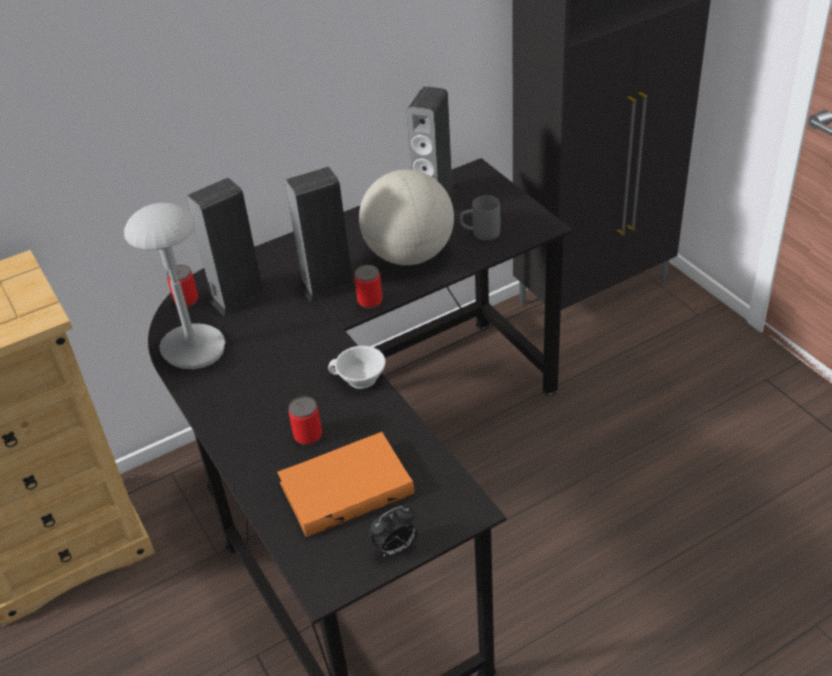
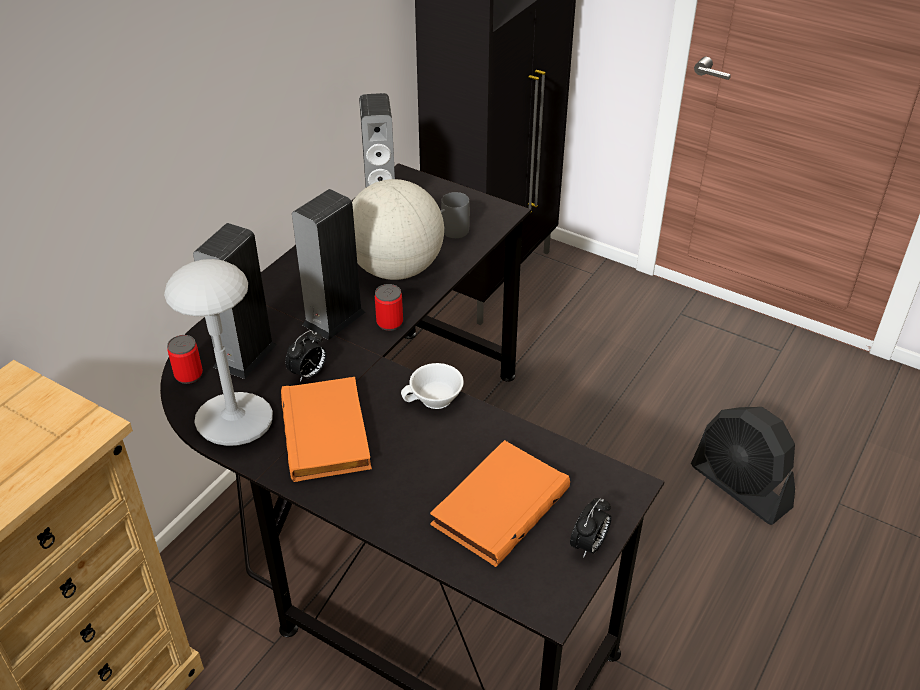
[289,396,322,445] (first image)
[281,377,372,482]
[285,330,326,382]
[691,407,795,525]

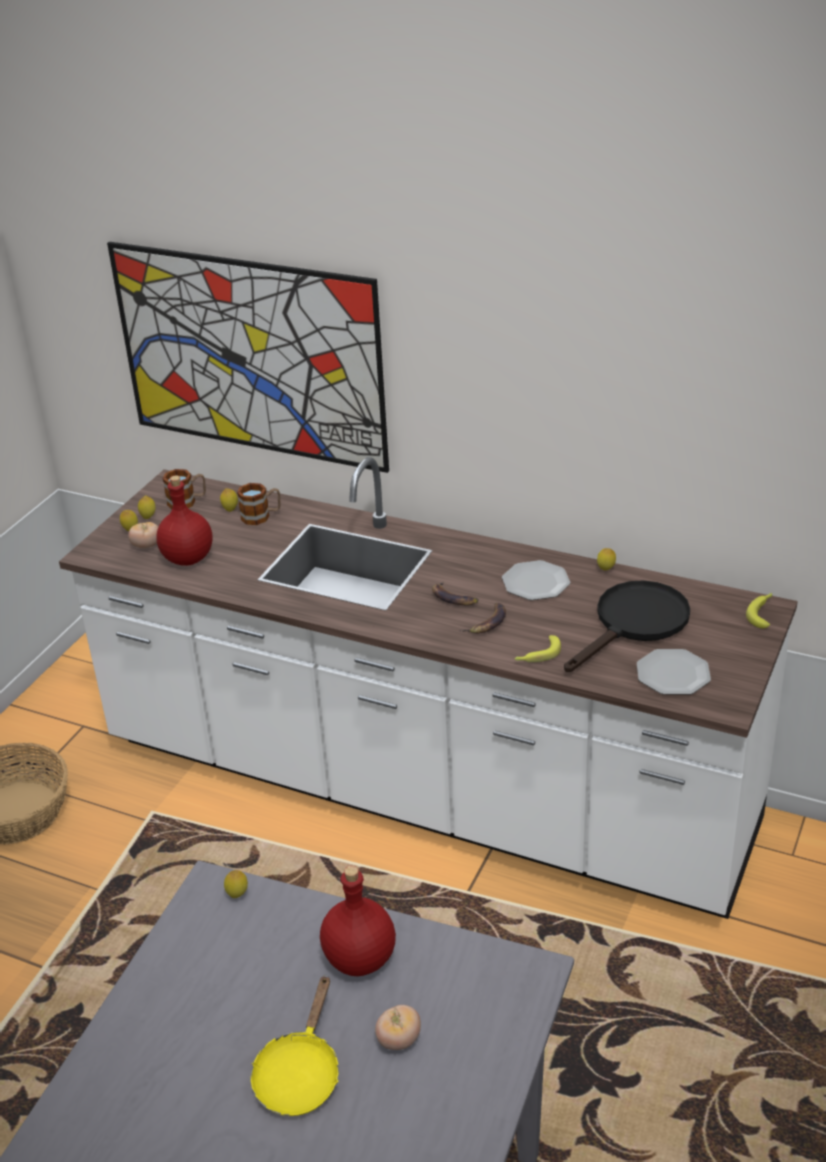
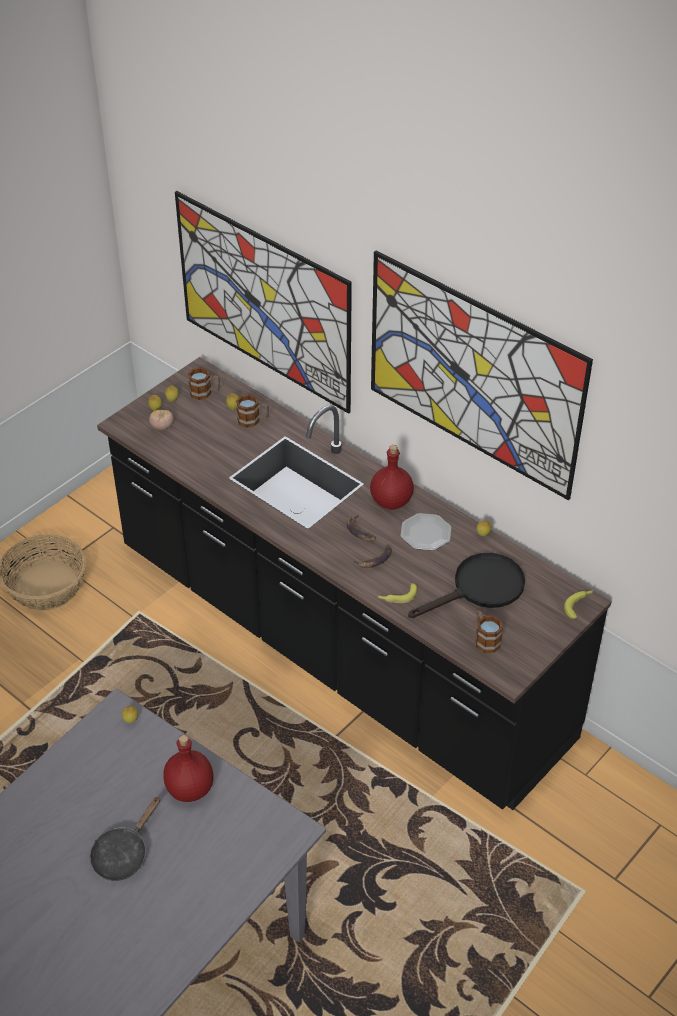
[375,1005,421,1050] (first image)
[371,251,593,500]
[370,445,414,510]
[475,610,503,653]
[97,357,612,810]
[90,796,160,881]

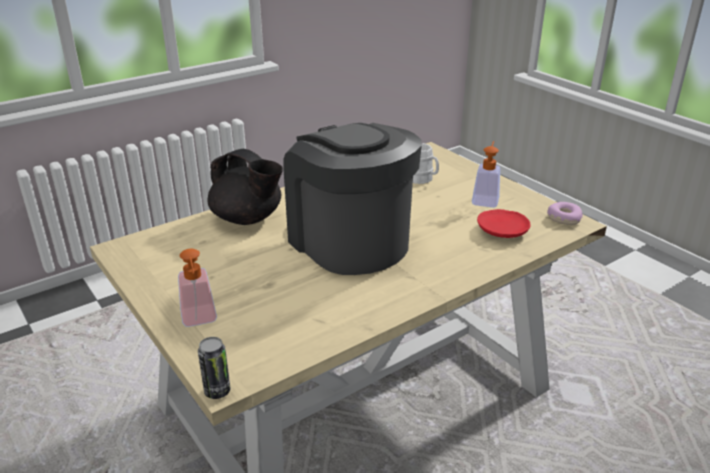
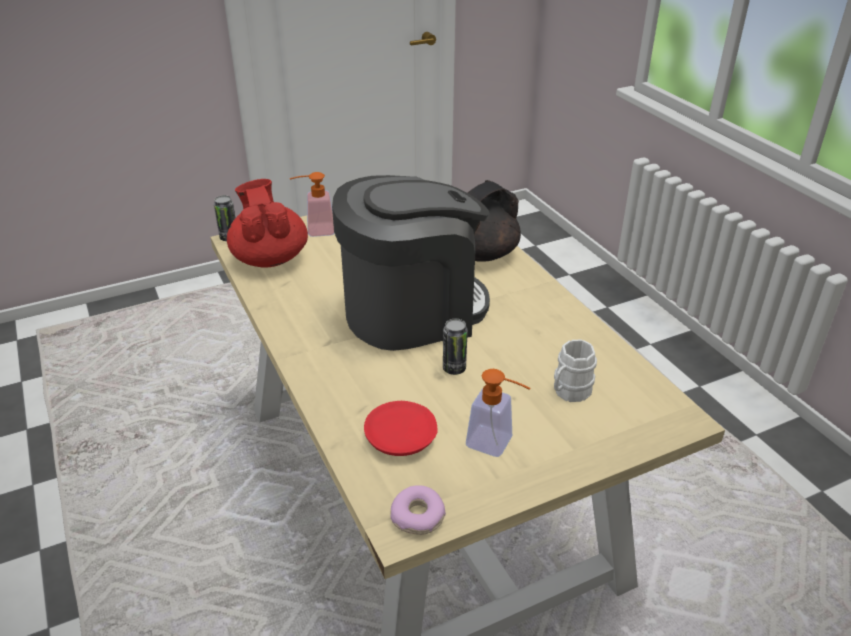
[227,179,308,268]
[443,319,468,375]

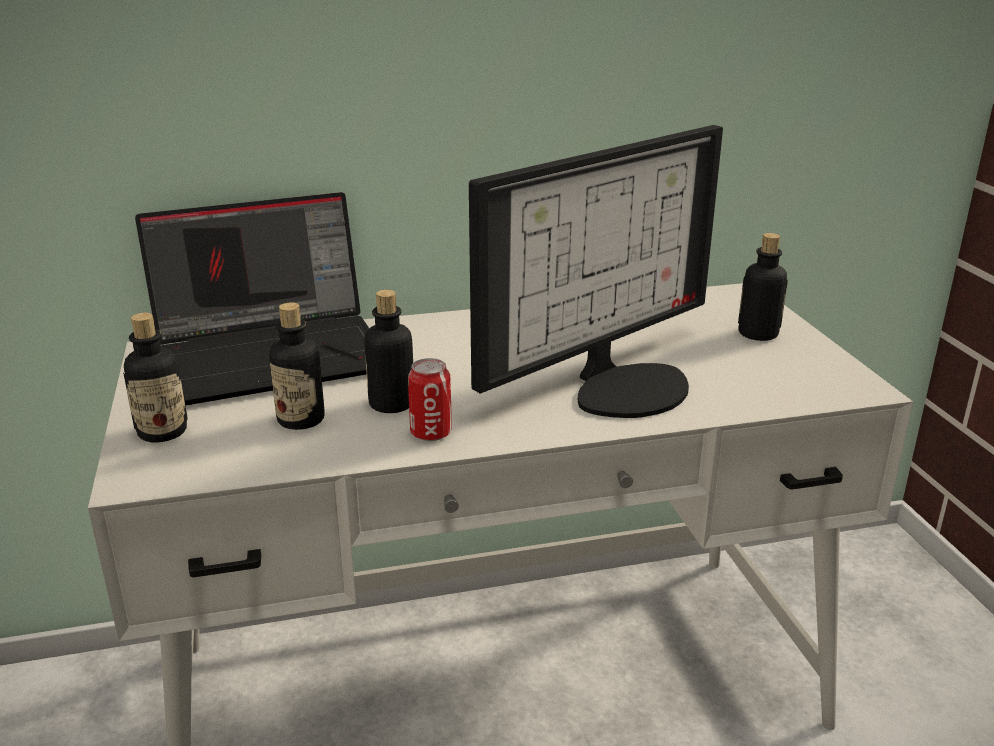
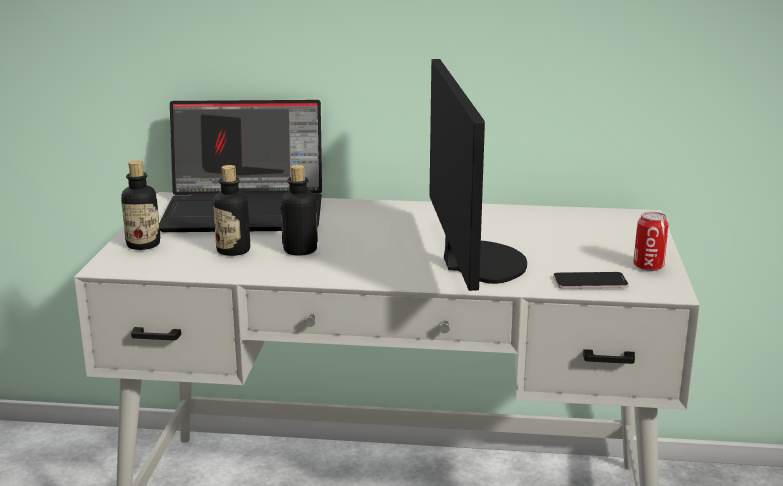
[738,233,788,341] (first image)
[553,272,629,289]
[634,212,668,271]
[429,59,527,291]

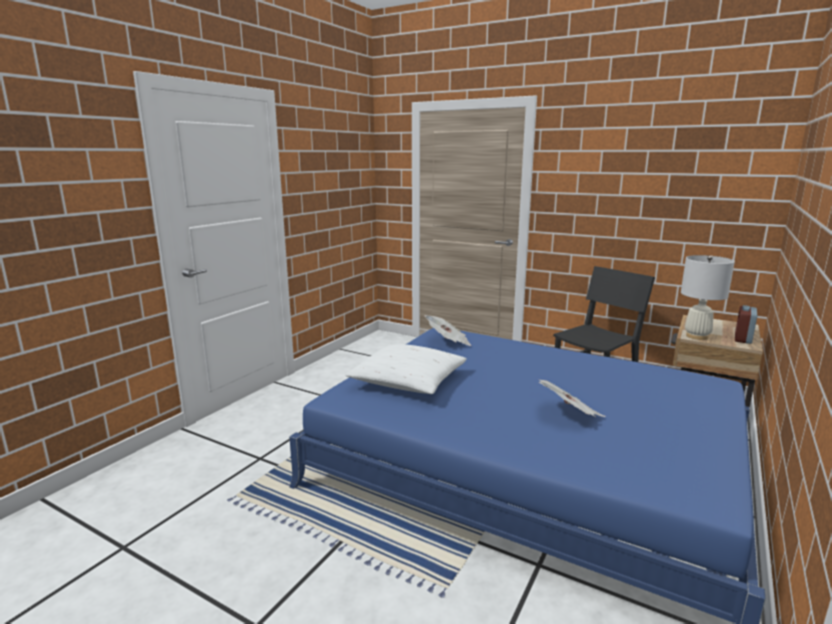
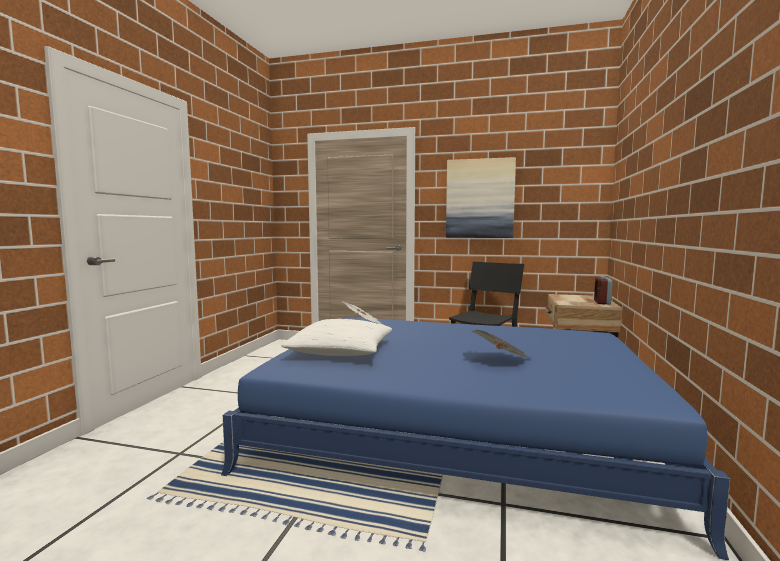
[681,255,735,340] (first image)
[446,157,516,238]

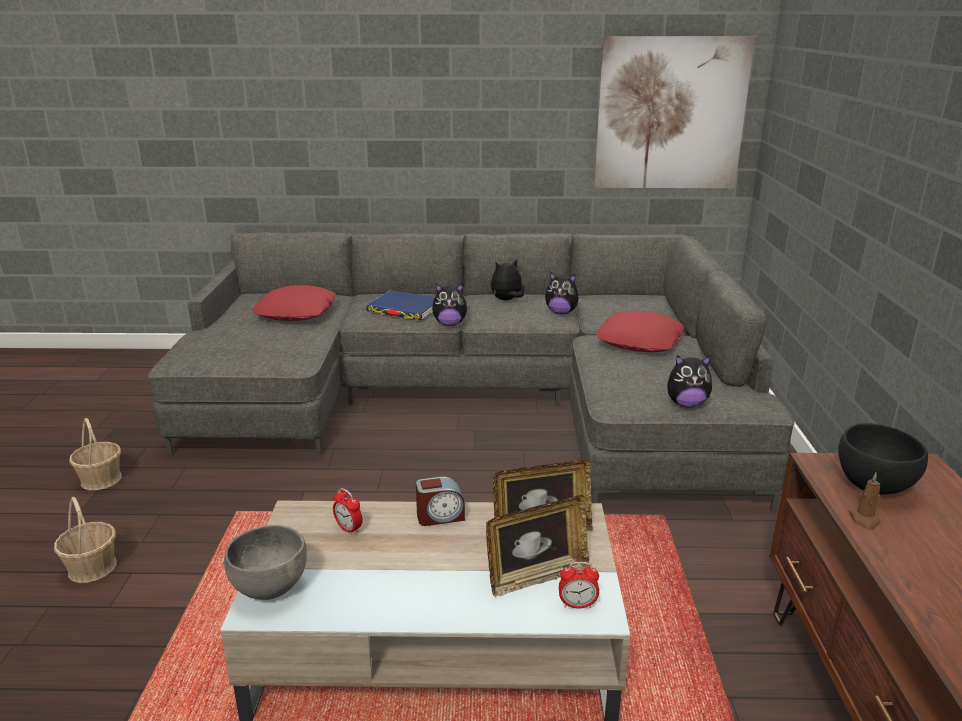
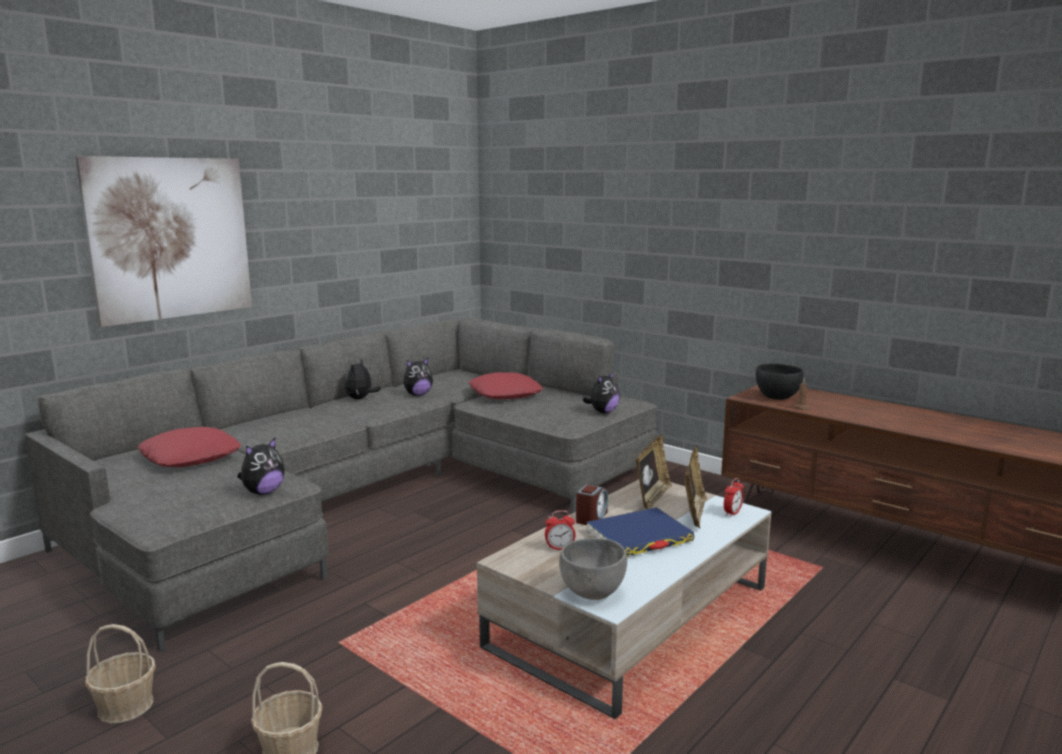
[586,507,695,557]
[237,438,285,495]
[75,156,252,327]

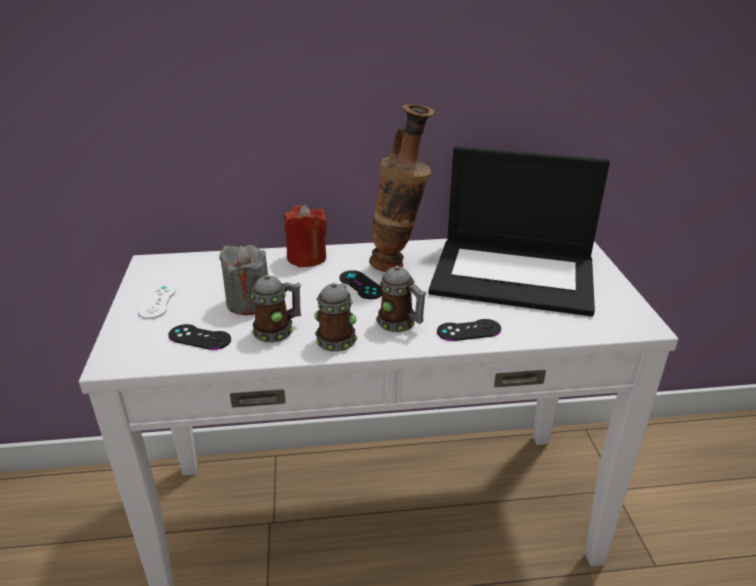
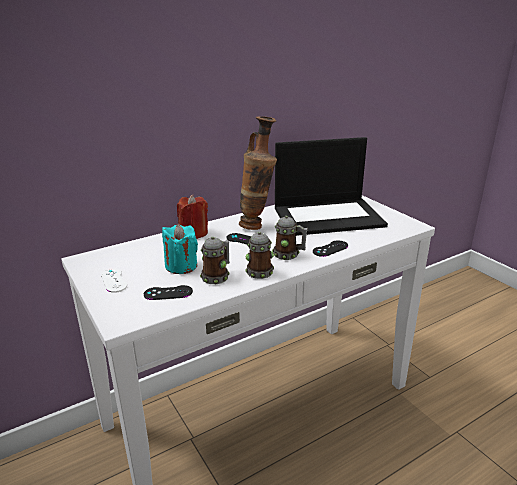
[162,224,198,274]

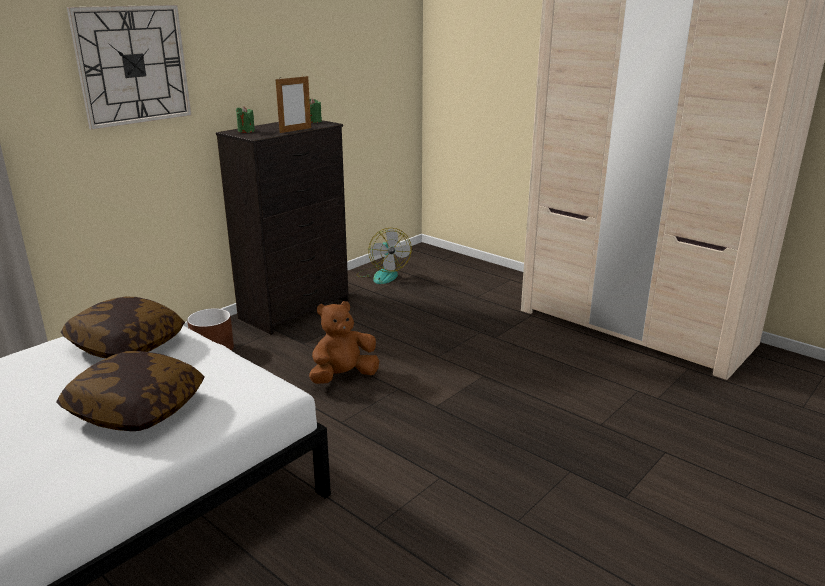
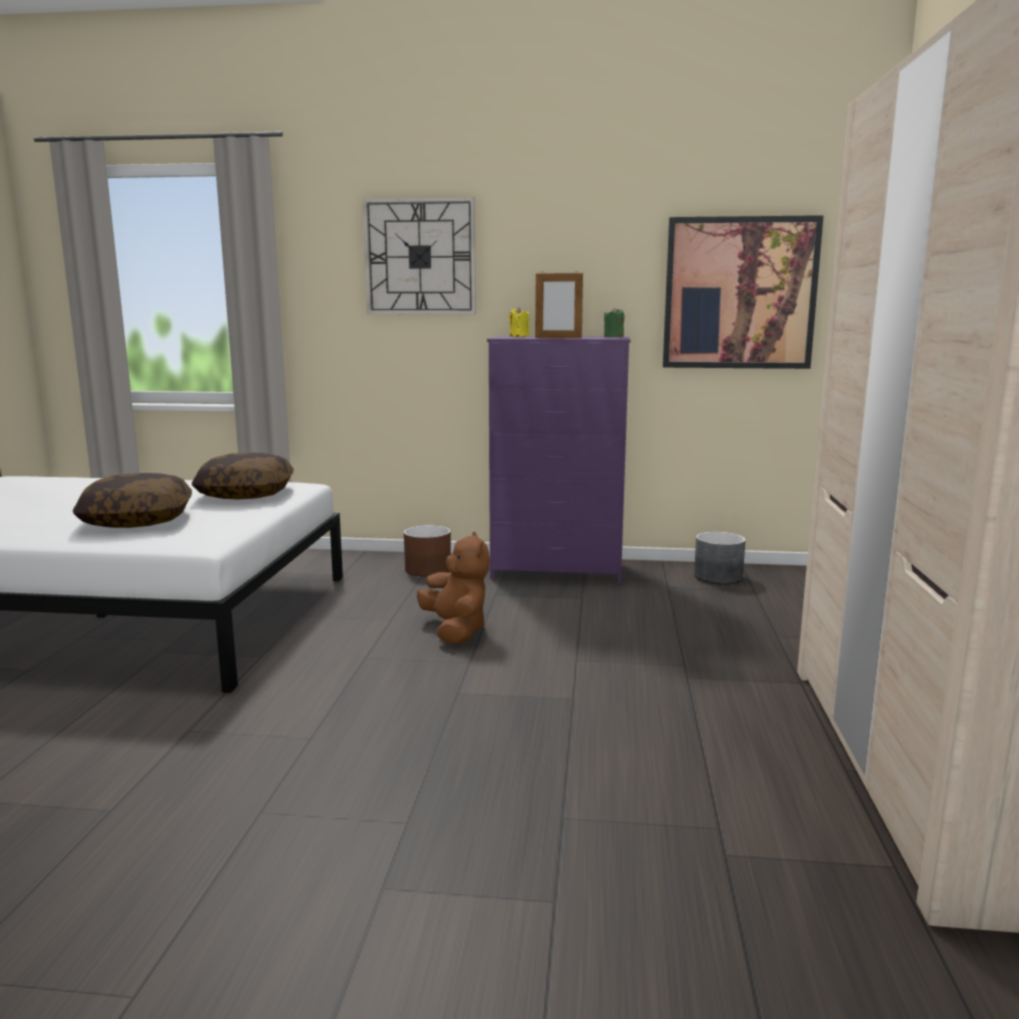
[663,215,824,369]
[694,532,746,585]
[487,336,630,584]
[508,307,529,337]
[417,532,489,644]

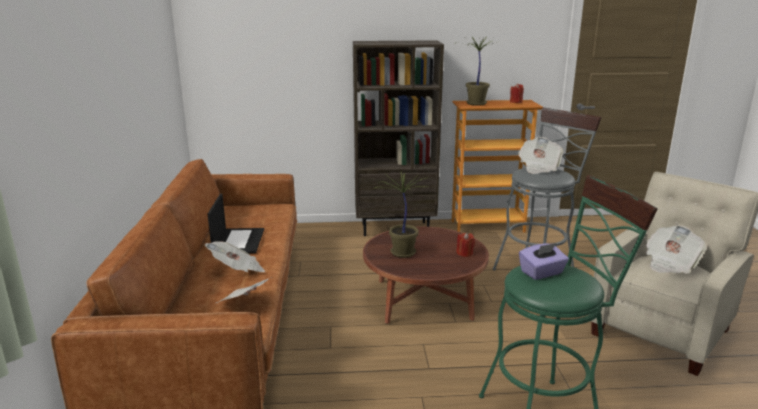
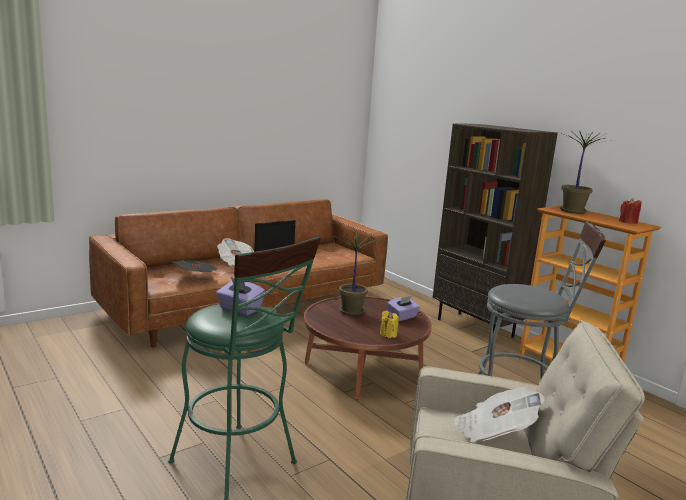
[518,137,564,174] (first image)
[387,296,420,321]
[380,311,399,338]

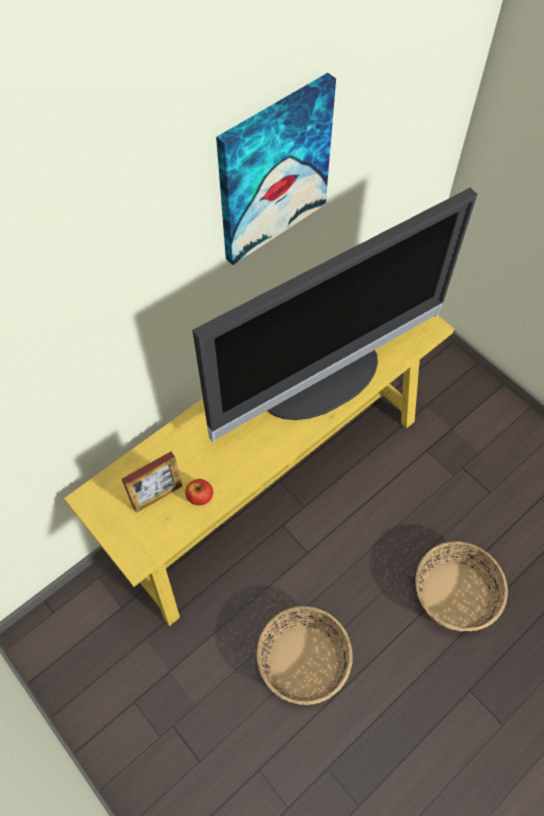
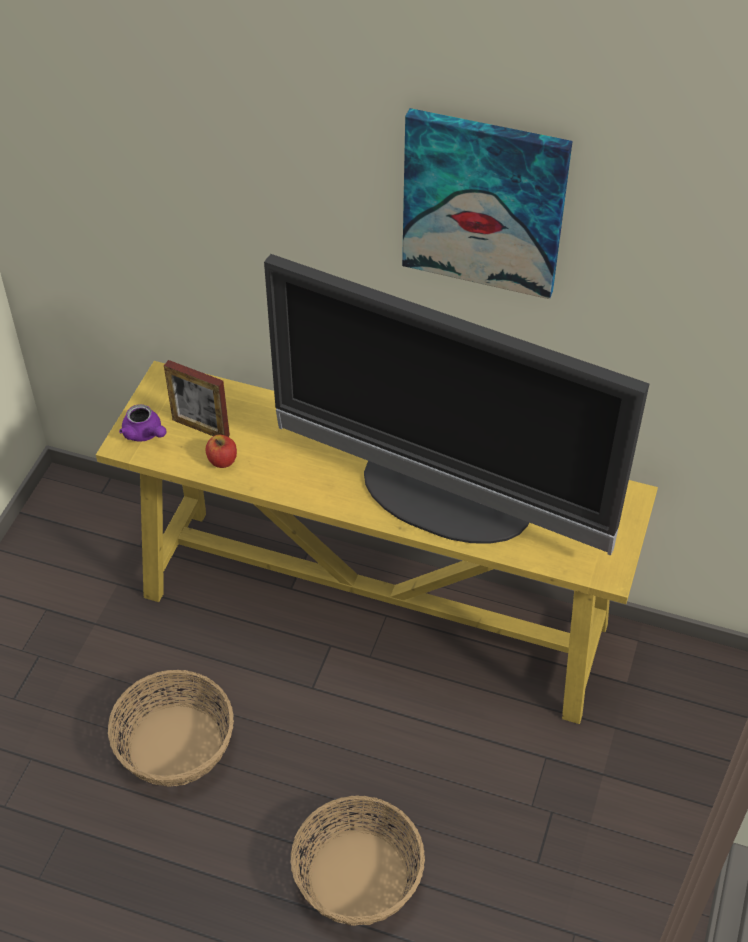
[119,404,166,442]

